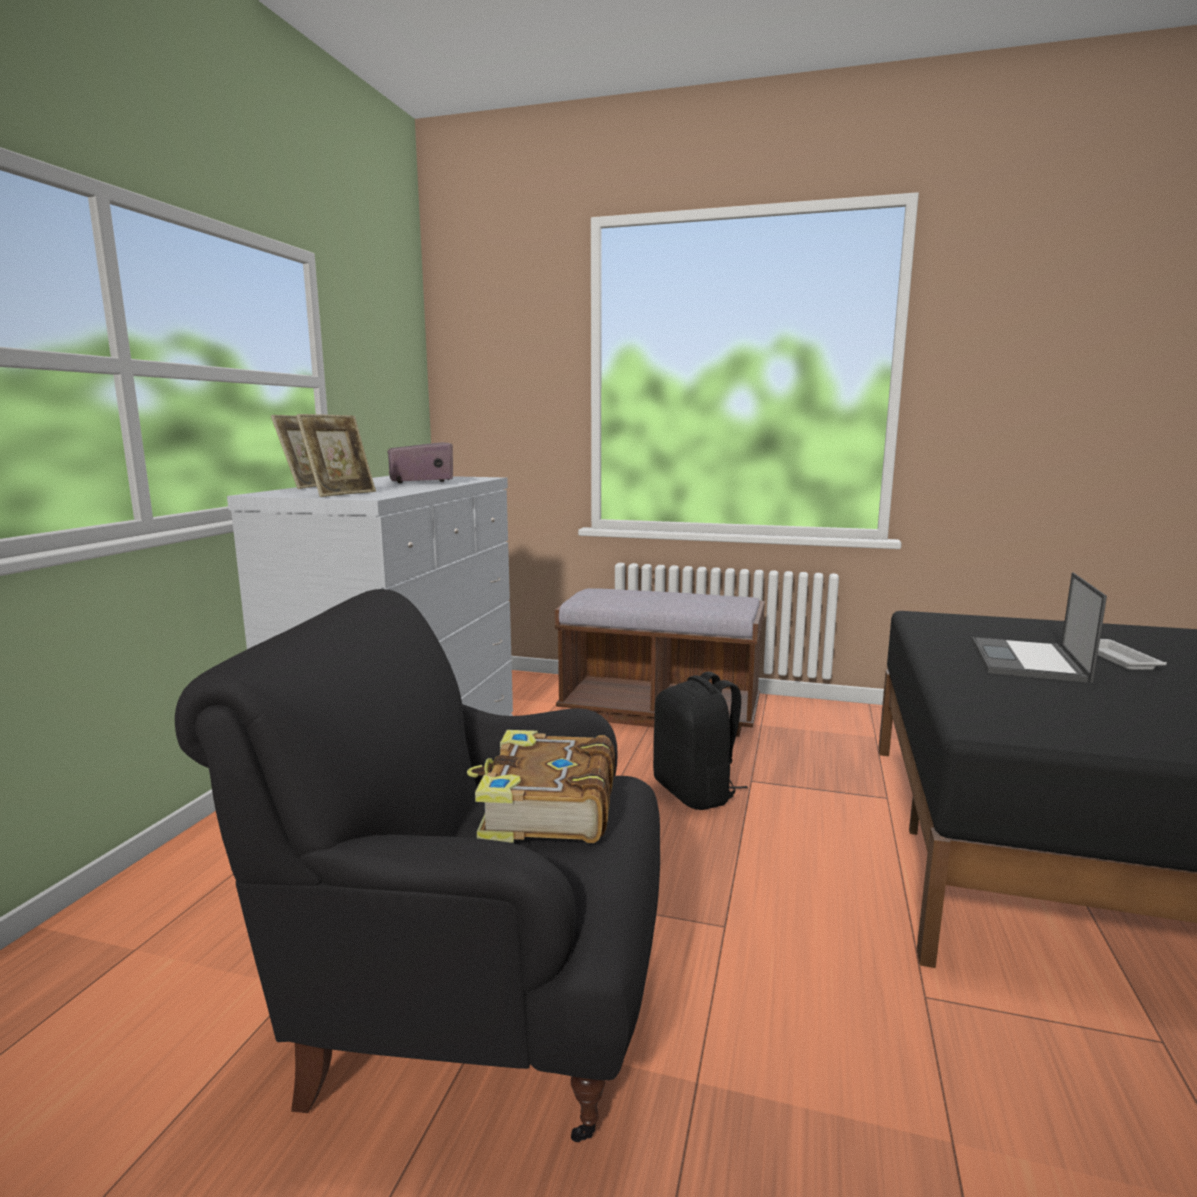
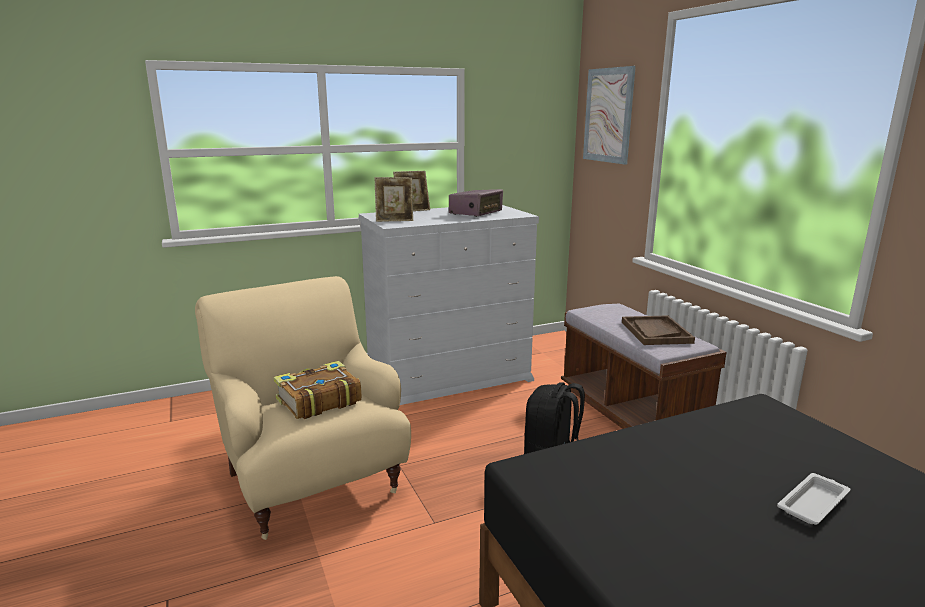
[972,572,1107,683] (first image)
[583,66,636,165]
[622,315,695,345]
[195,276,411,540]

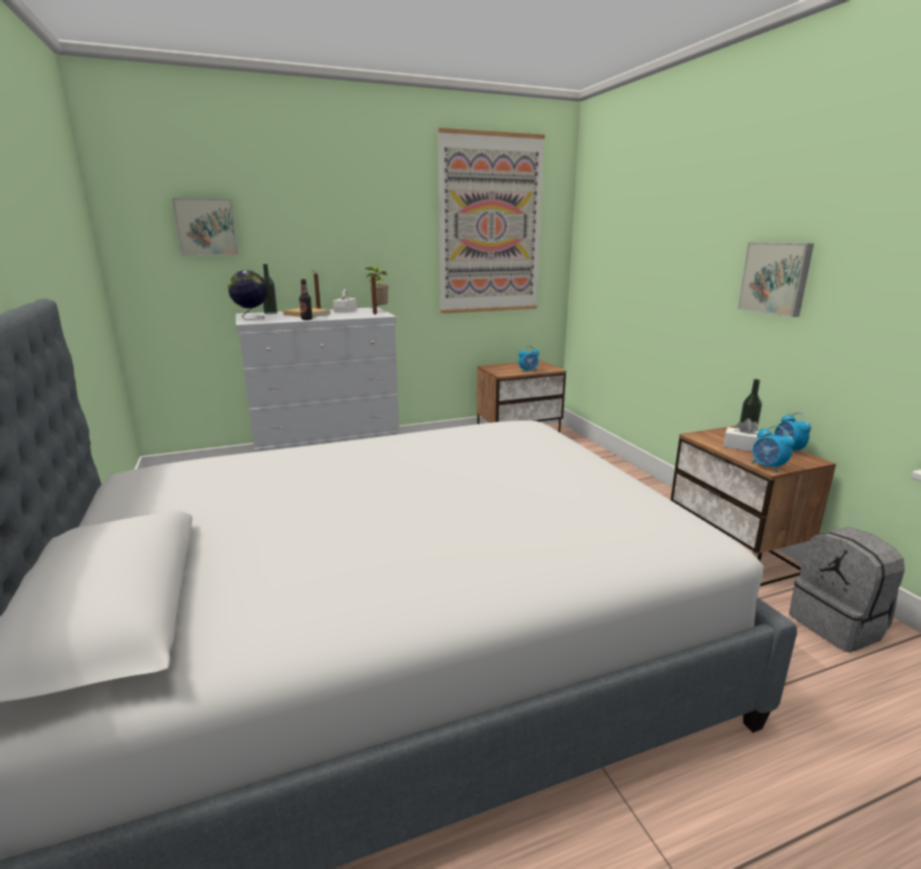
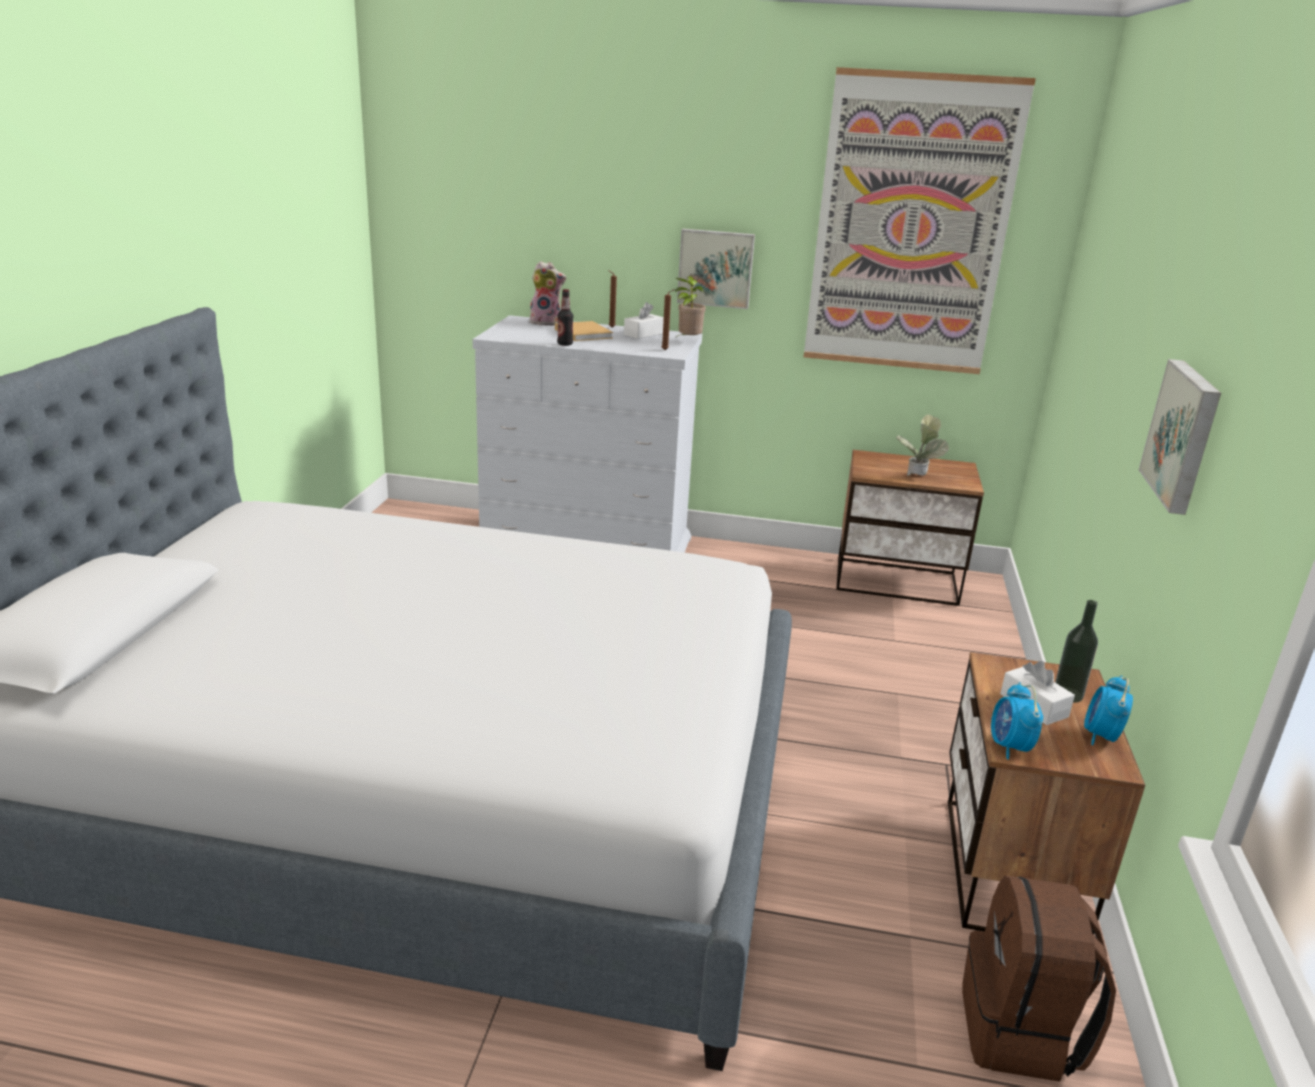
[228,270,267,320] (first image)
[677,229,755,309]
[530,261,566,326]
[895,414,949,476]
[962,875,1116,1082]

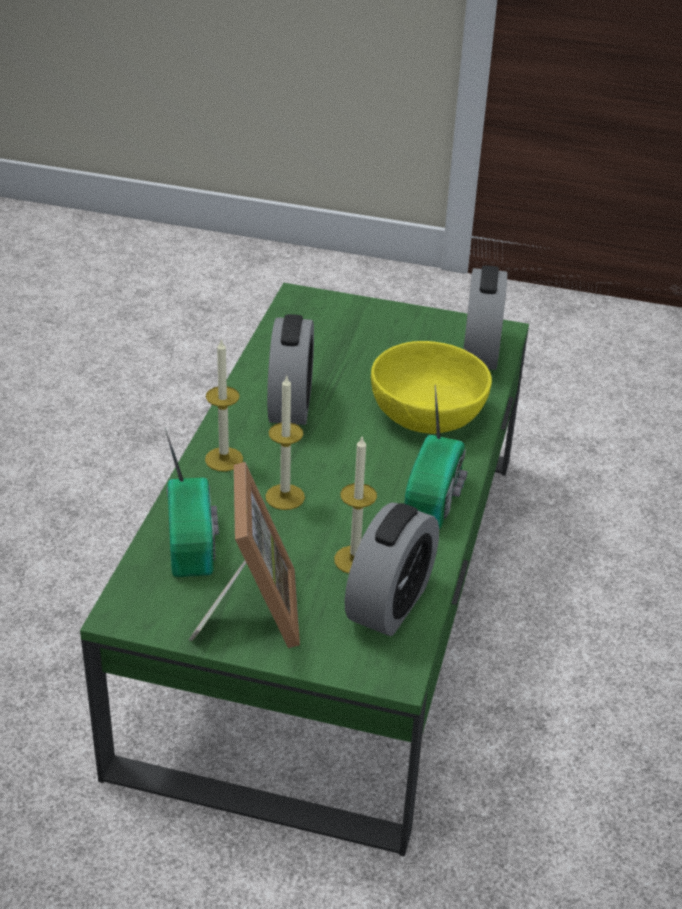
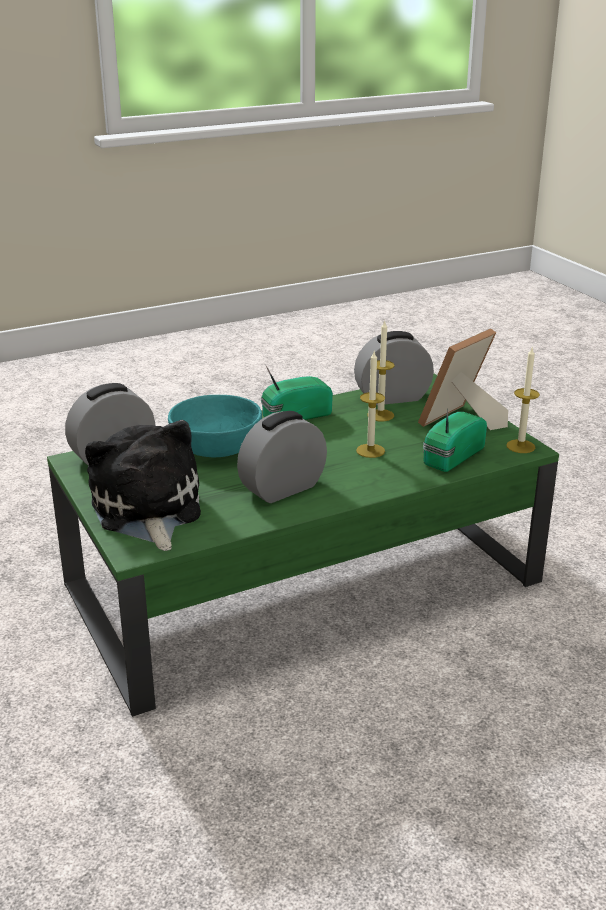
[85,420,201,551]
[506,346,540,453]
[168,395,262,457]

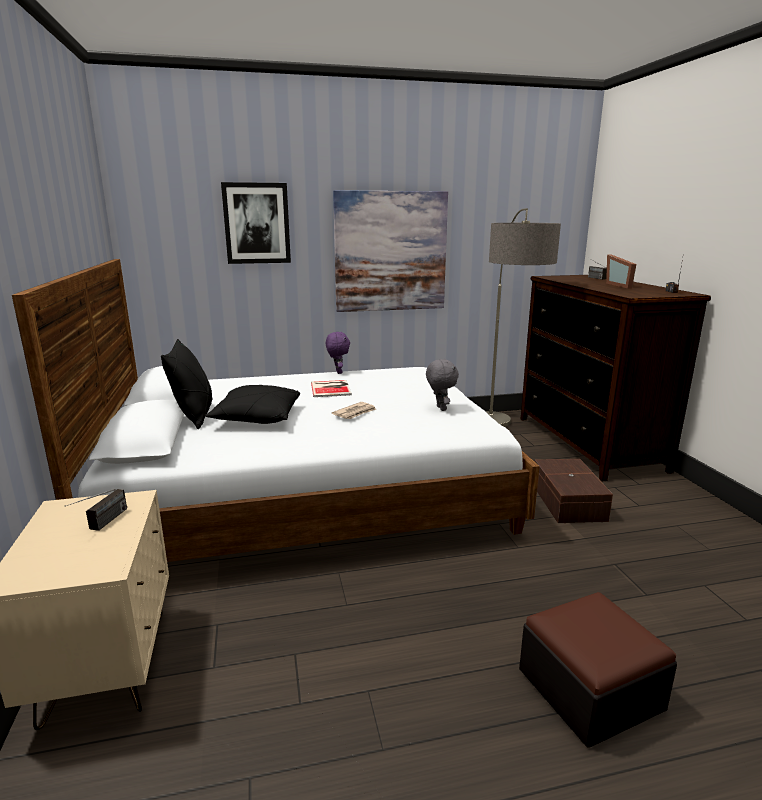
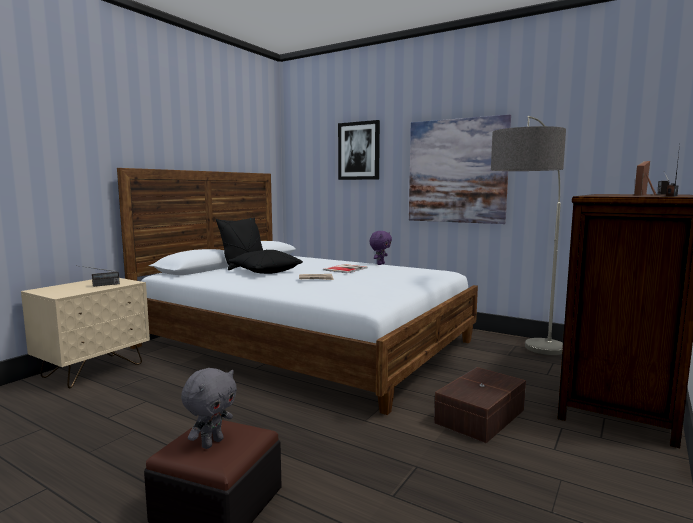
[181,368,237,449]

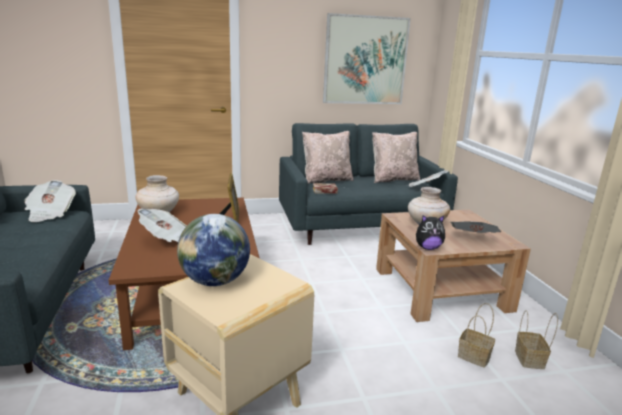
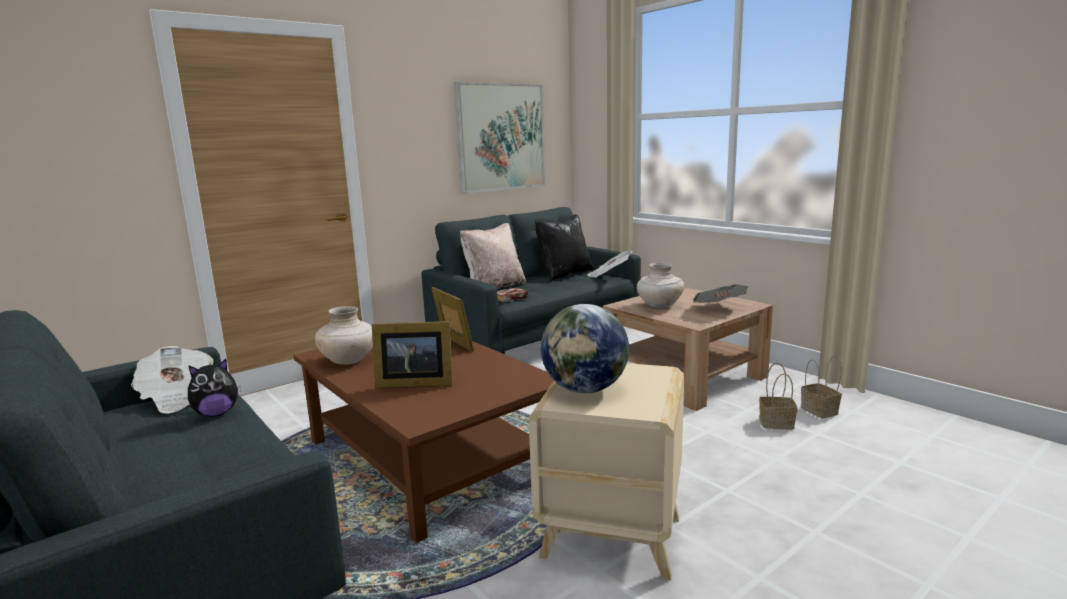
[188,359,241,417]
[372,321,453,388]
[535,214,594,281]

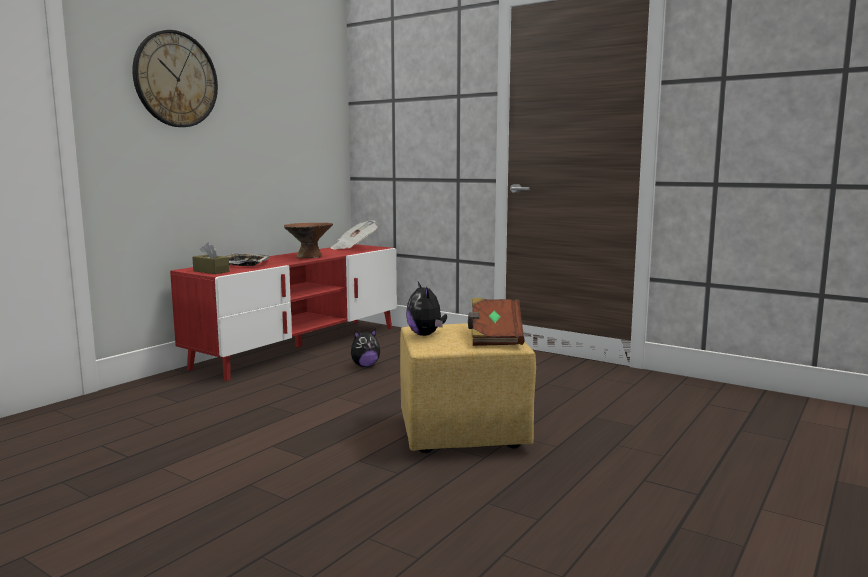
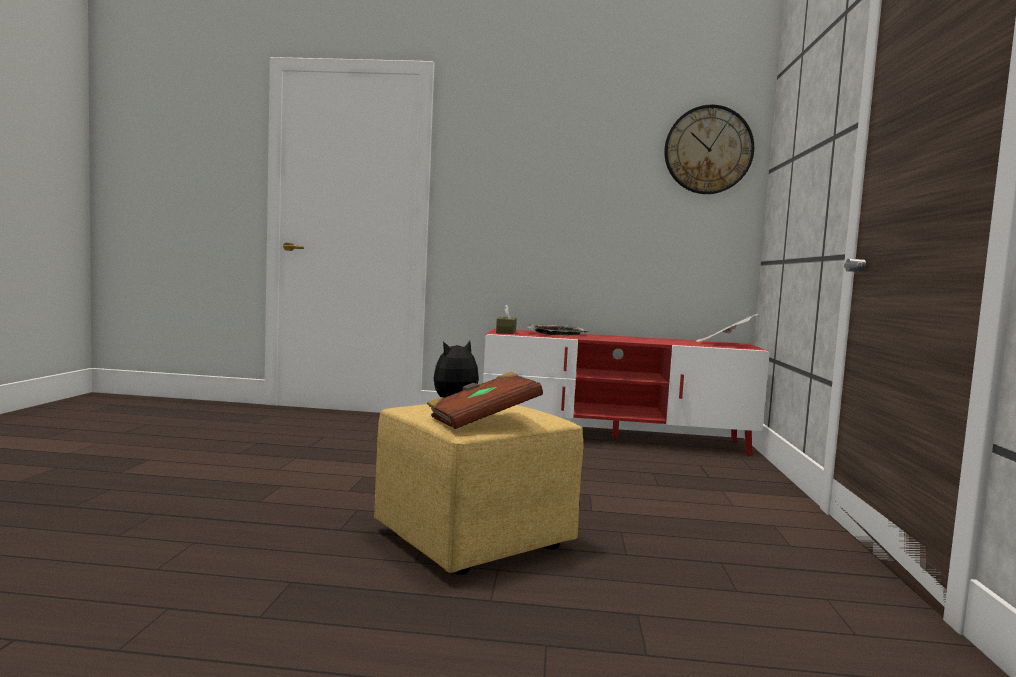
[284,223,333,258] (first image)
[351,329,380,367] (first image)
[664,105,754,194]

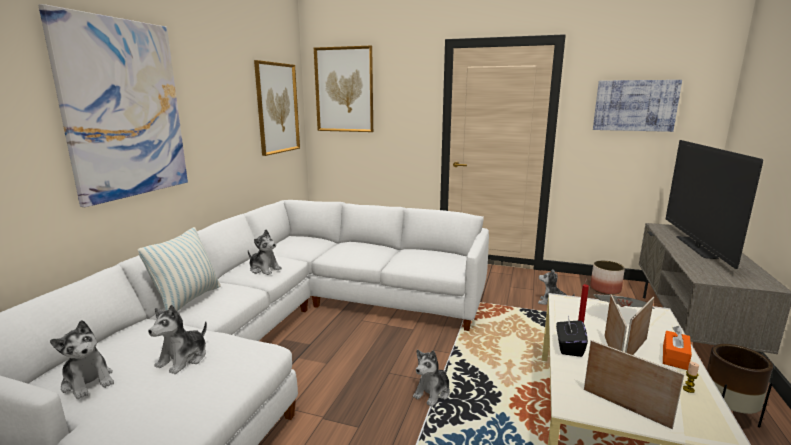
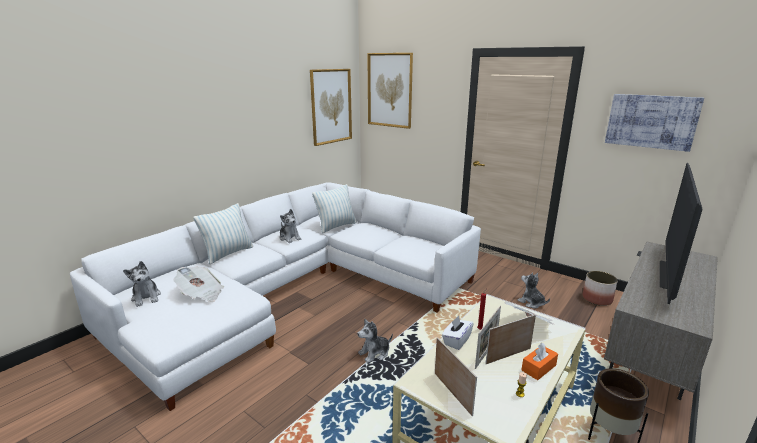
[38,4,188,207] (first image)
[312,184,357,234]
[174,267,224,302]
[442,316,474,350]

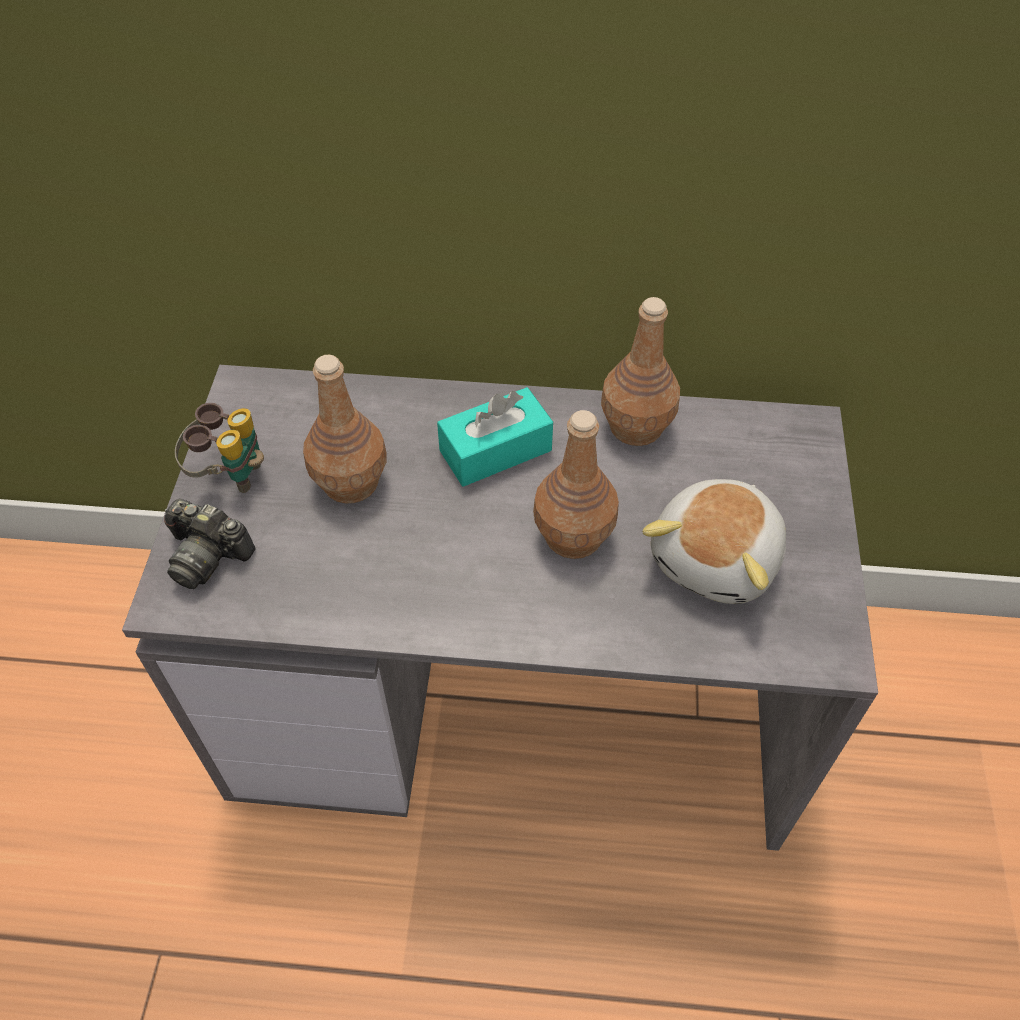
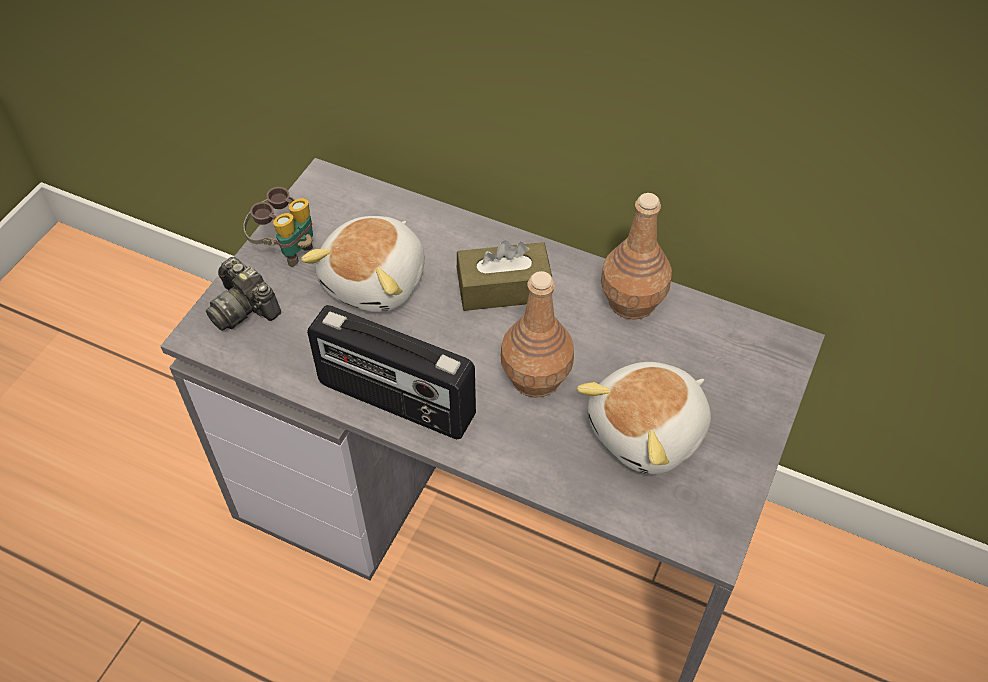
[307,305,476,439]
[301,216,425,312]
[457,241,552,311]

